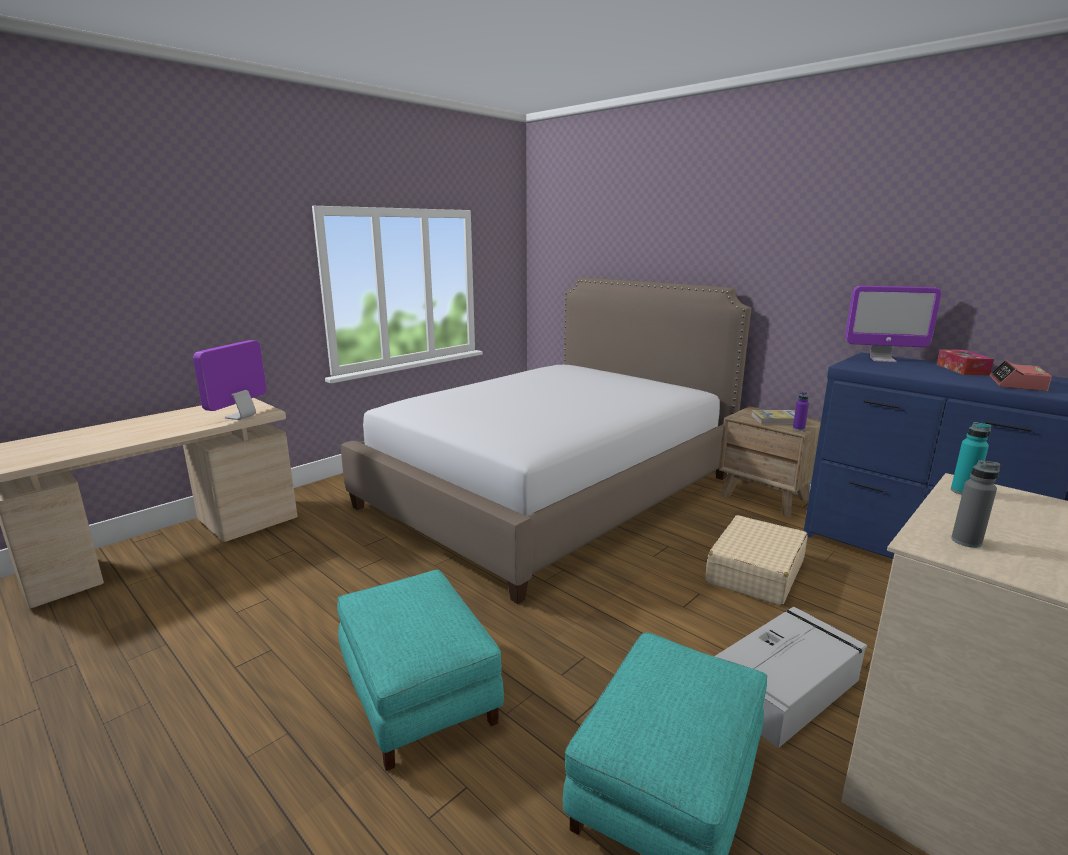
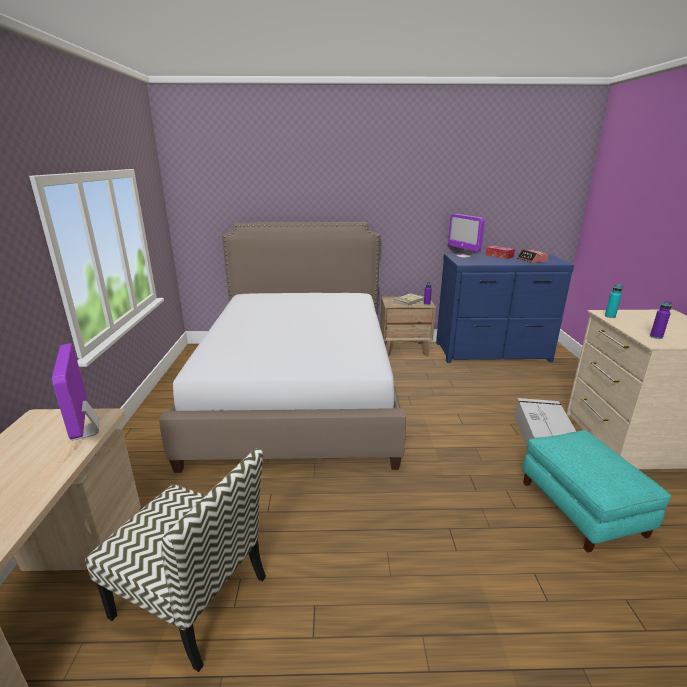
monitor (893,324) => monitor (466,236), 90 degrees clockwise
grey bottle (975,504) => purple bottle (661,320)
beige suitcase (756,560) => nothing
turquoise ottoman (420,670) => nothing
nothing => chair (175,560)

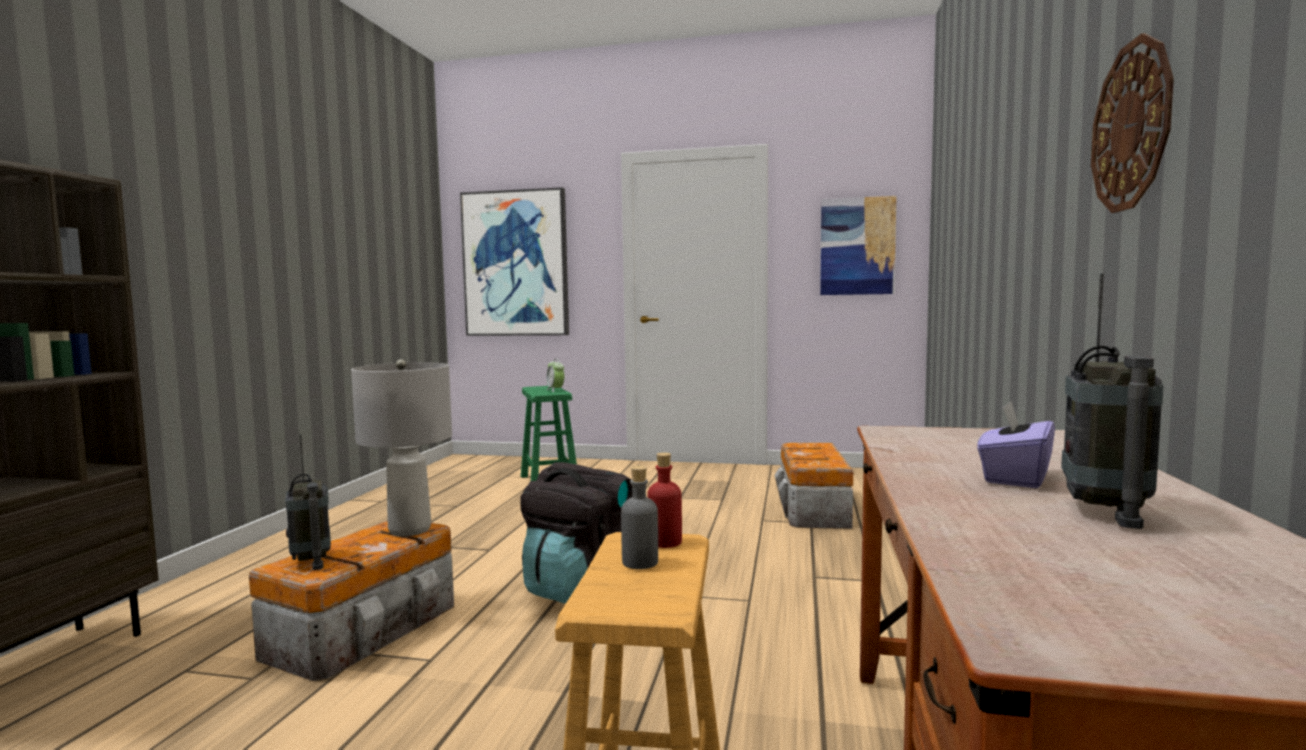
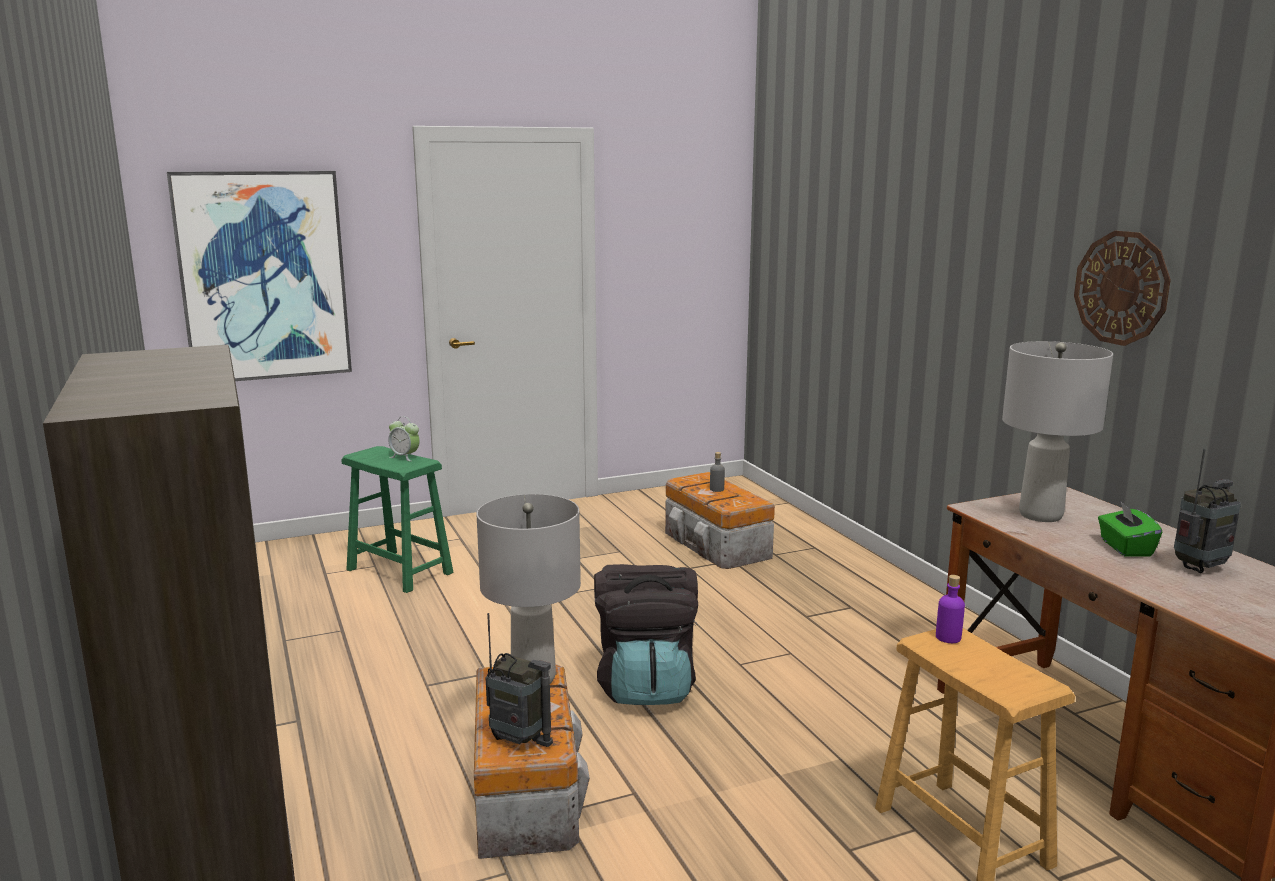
picture (858,245) => nothing
radio (1112,401) => radio (1207,511), 105 degrees counterclockwise
purple tissue box (1016,444) => green tissue box (1130,529)
red bottle (664,500) => purple bottle (950,609)
grey bottle (639,517) => grey bottle (717,472), moved
nothing => grey table lamp (1057,431)

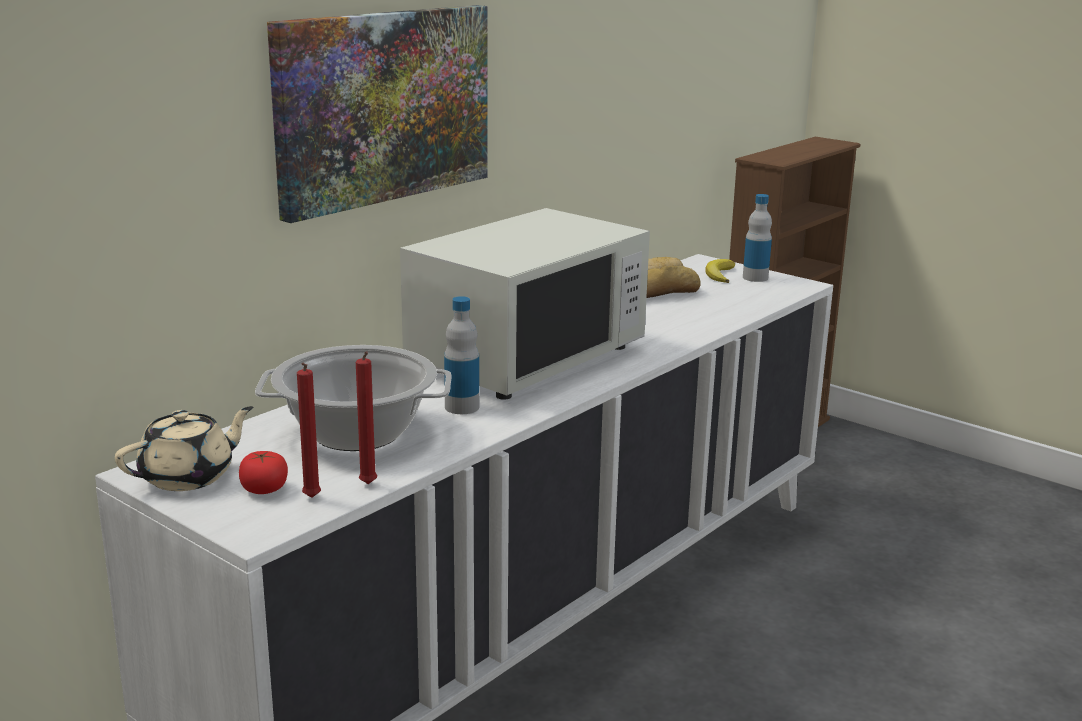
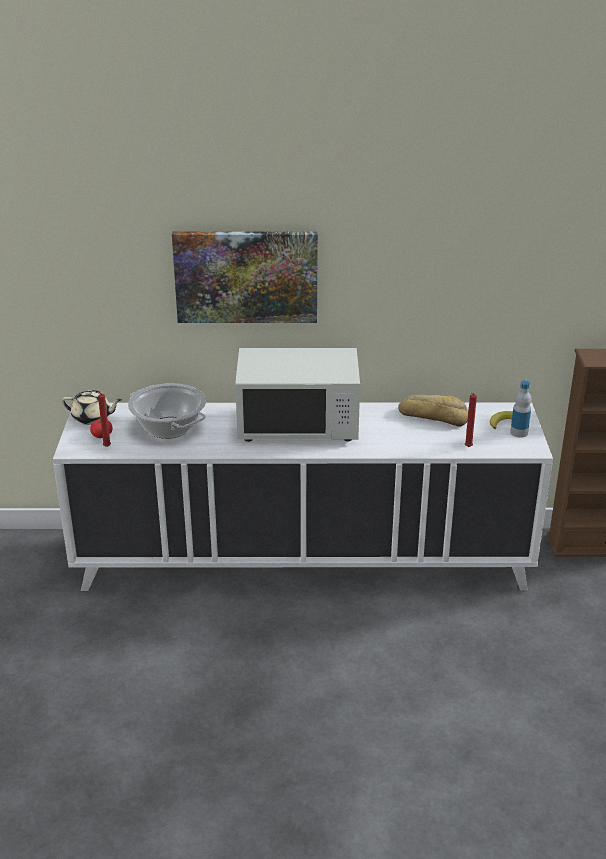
bottle (461,355) => nothing
red candle (366,417) => red candle (471,420), moved

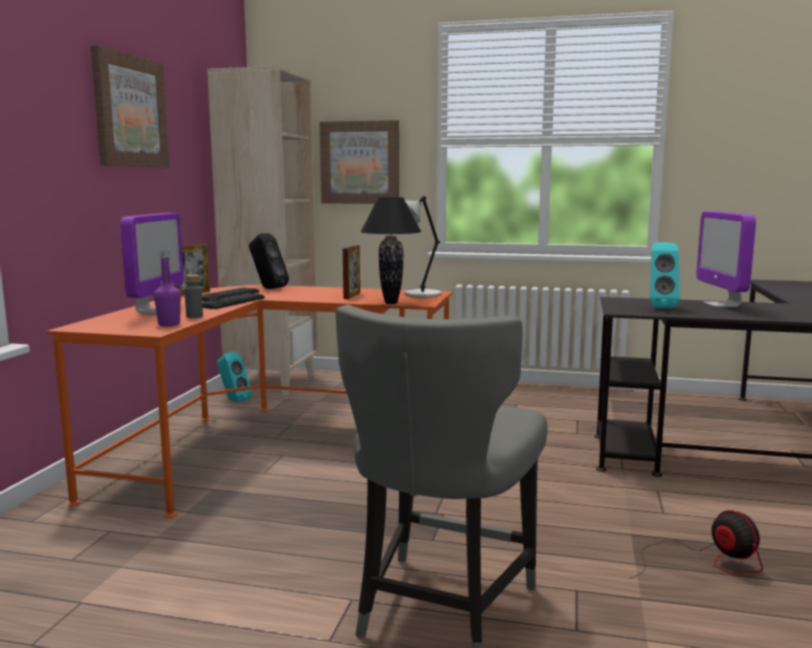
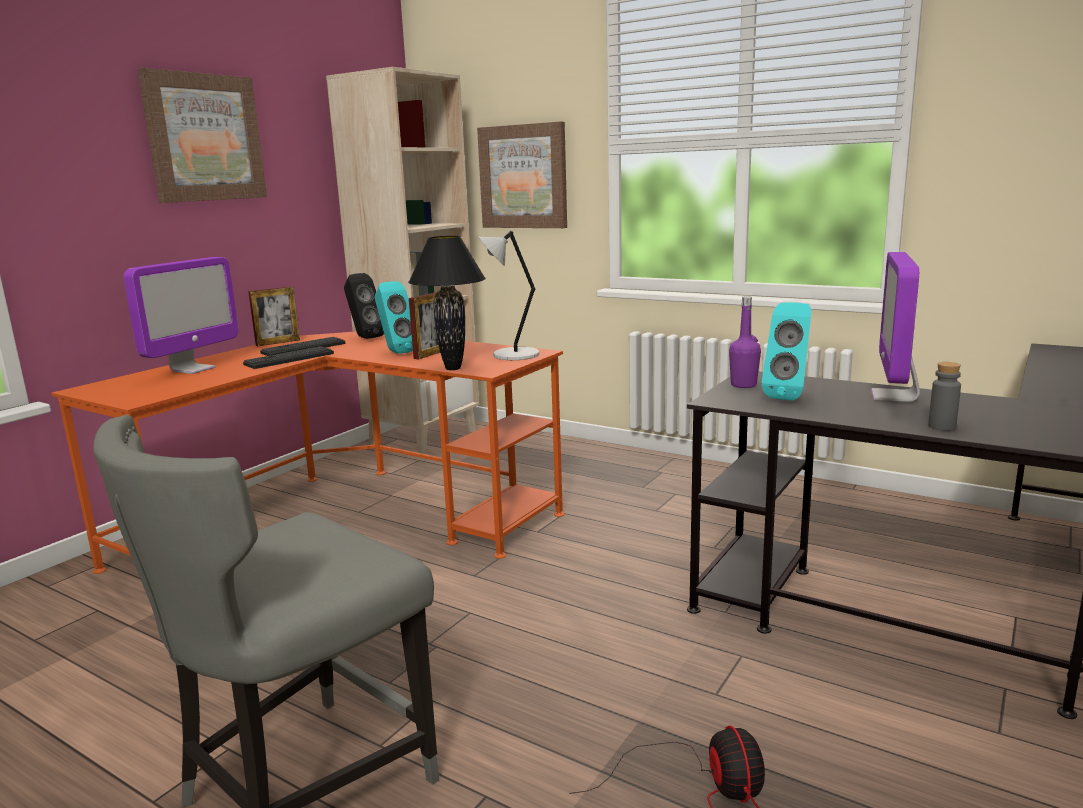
purple bottle (167,288) => purple bottle (745,342), moved
grey bottle (194,296) => grey bottle (944,396), moved
turquoise speaker (234,377) => turquoise speaker (394,317), moved

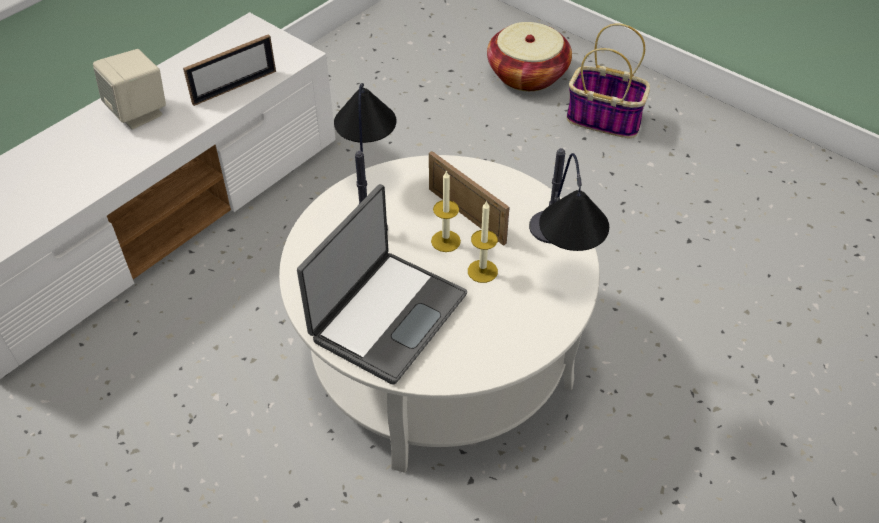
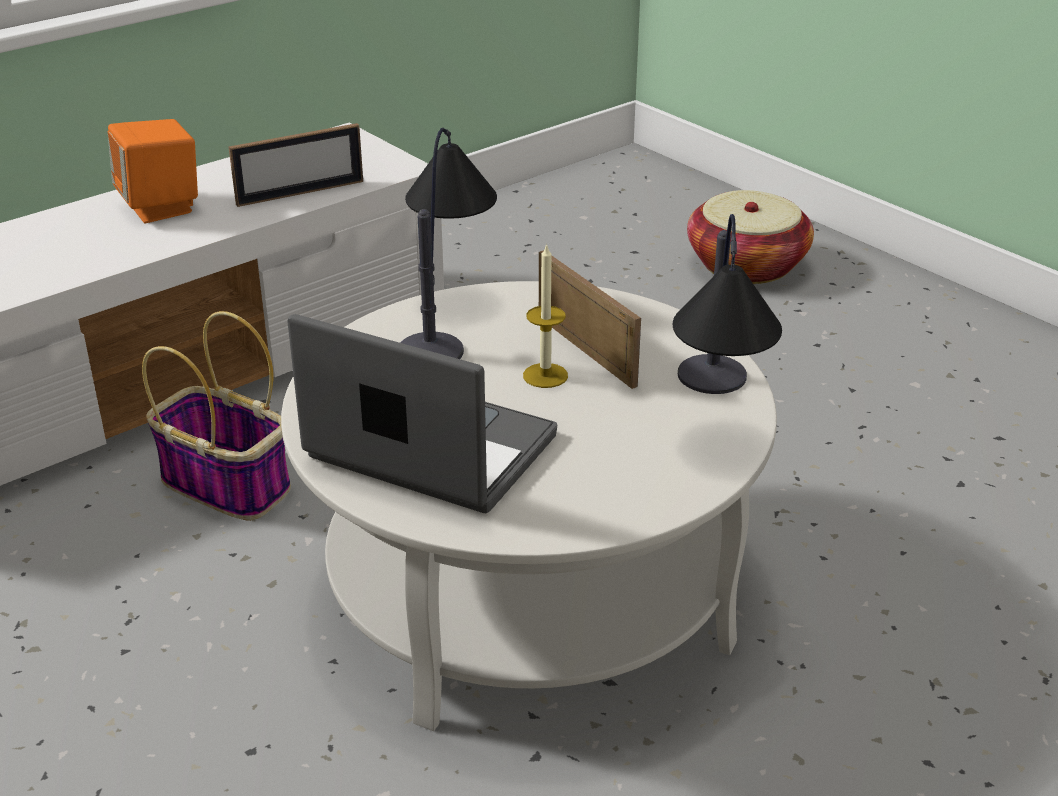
basket (608,80) => basket (216,416), moved
beige speaker (129,89) => orange speaker (153,171)
laptop (382,284) => laptop (422,413), 105 degrees counterclockwise
candle (483,241) => nothing

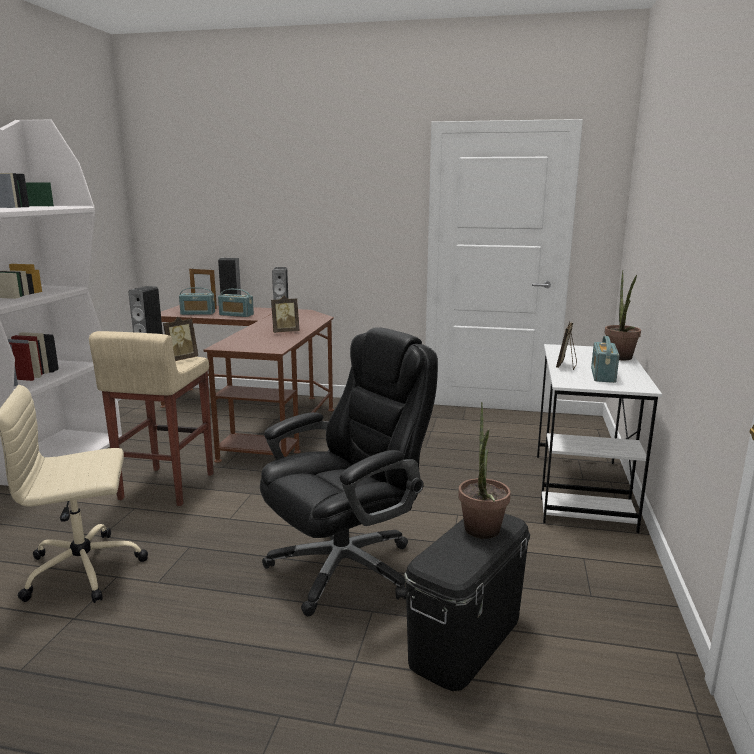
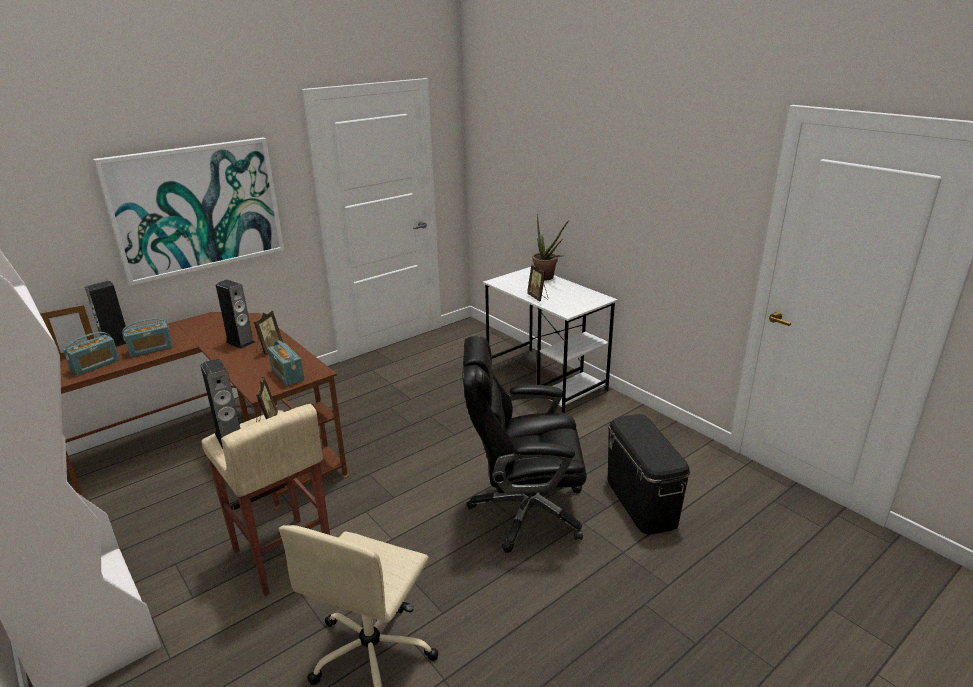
black office chair (349,471) => black office chair (525,444), 90 degrees counterclockwise
radio (605,359) => radio (286,363), moved
potted plant (484,470) => nothing
nothing => picture (188,211)

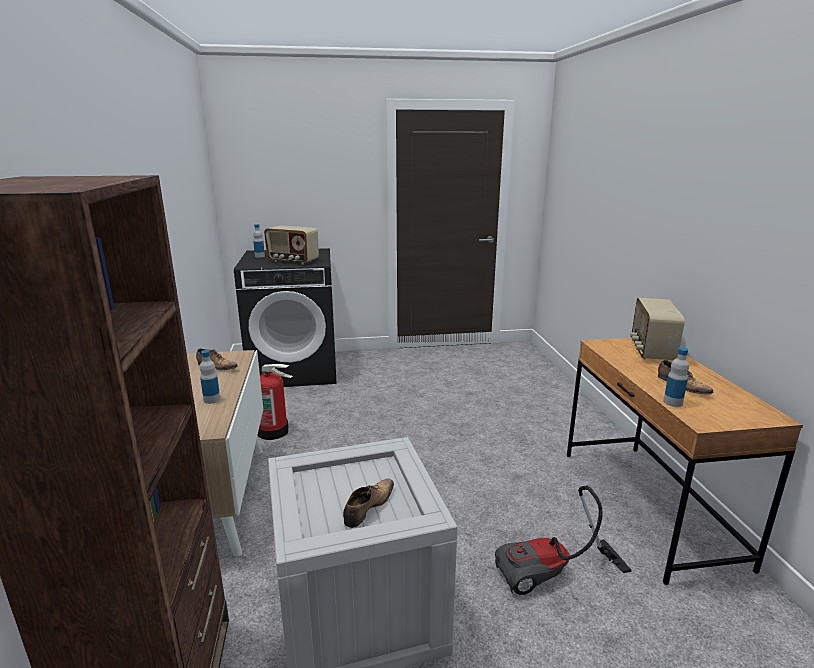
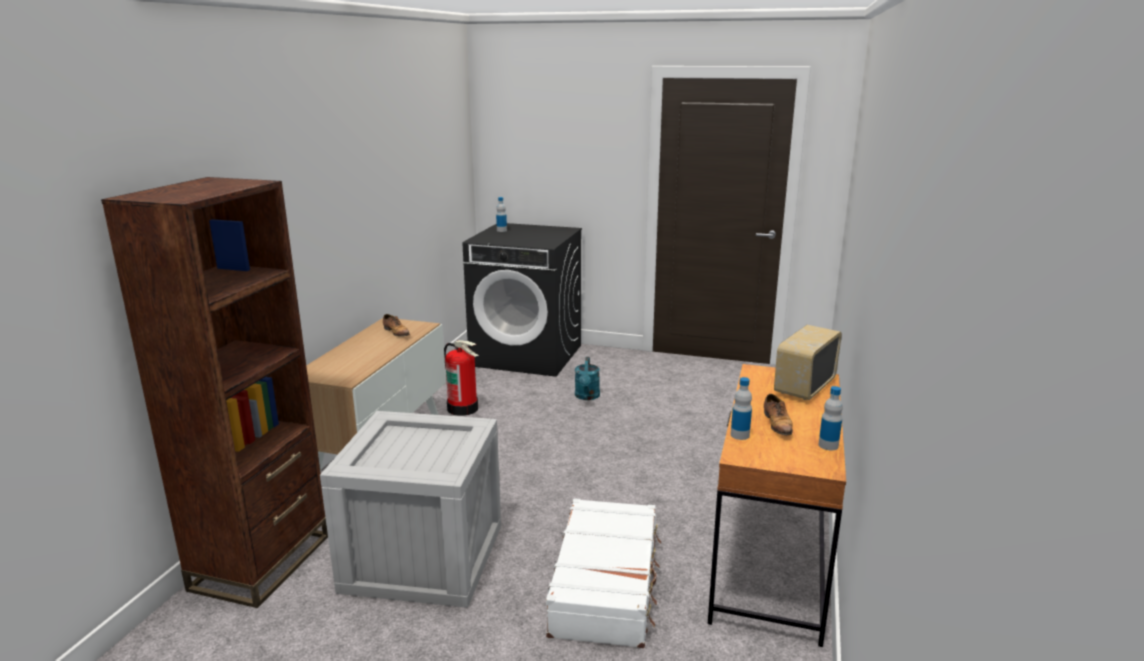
radio (291,244) => nothing
bottle (210,377) => bottle (831,418), moved
shoe (368,503) => nothing
vacuum cleaner (563,540) => white suitcase (603,573)
nothing => turquoise watering can (587,378)

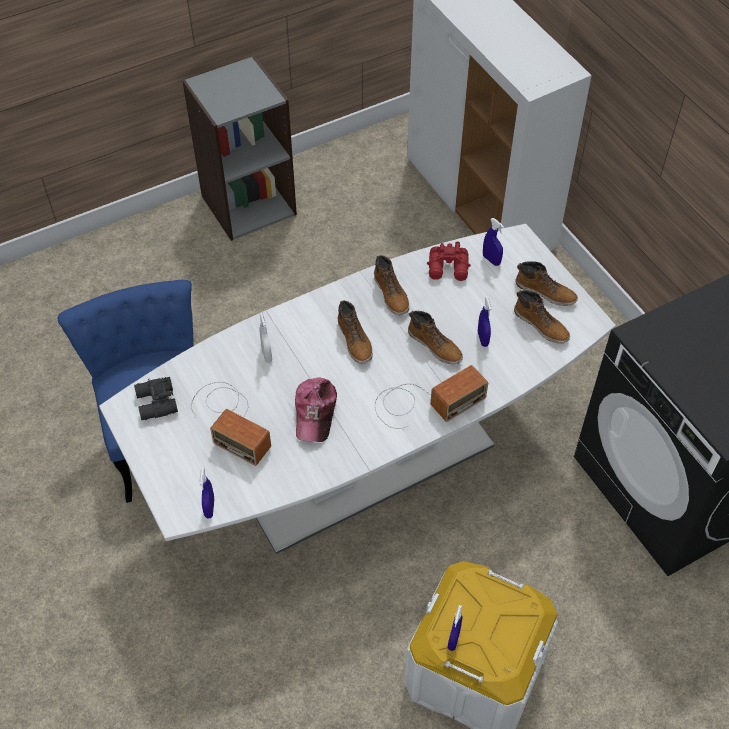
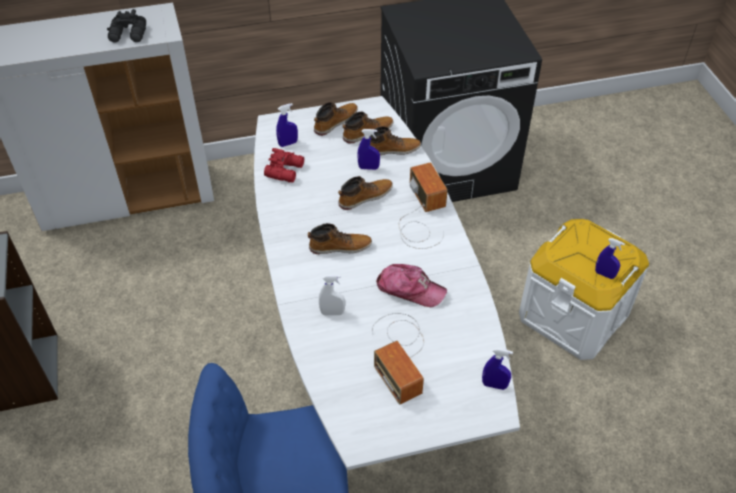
boot (391,285) => boot (392,140), moved
black binoculars (156,398) => black binoculars (126,26), moved
radio (231,424) => radio (398,359), 105 degrees clockwise

